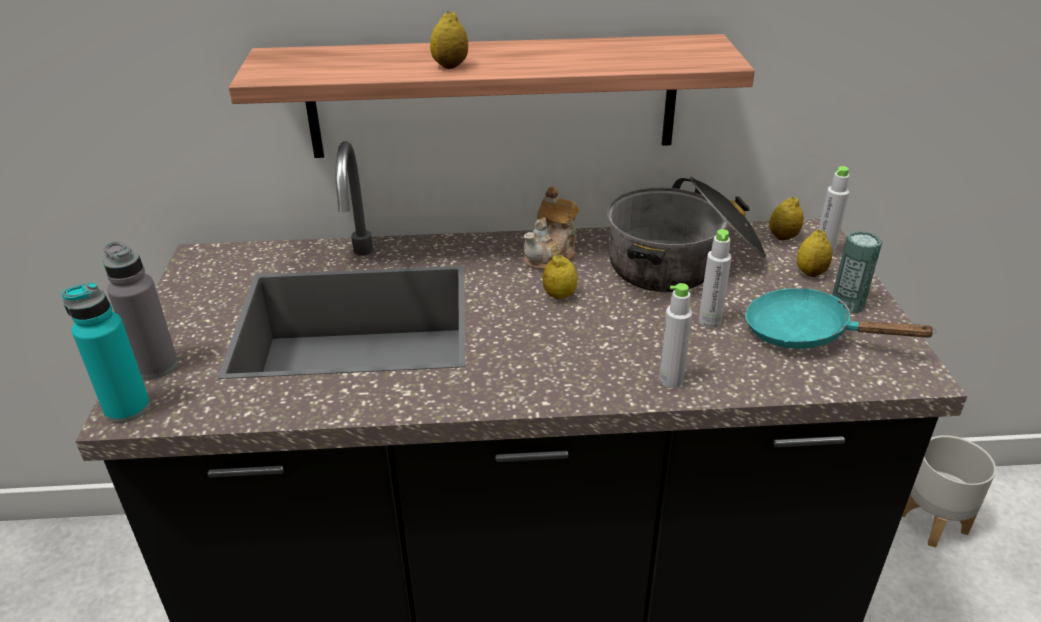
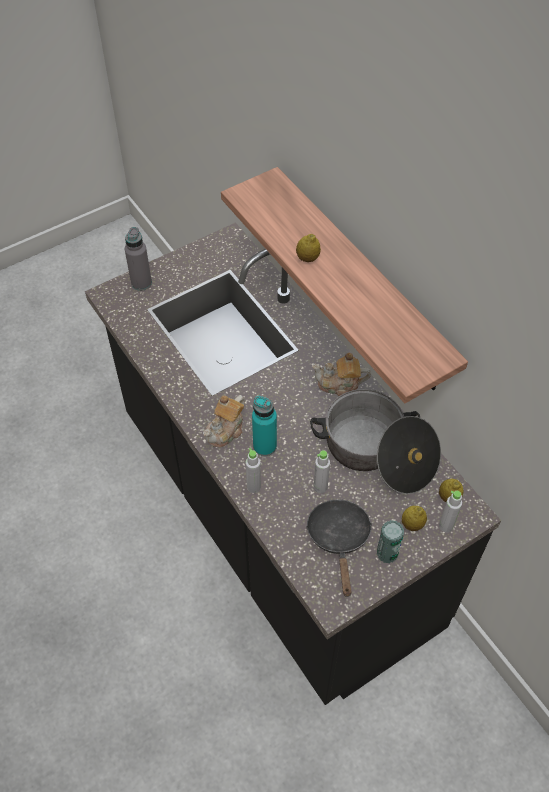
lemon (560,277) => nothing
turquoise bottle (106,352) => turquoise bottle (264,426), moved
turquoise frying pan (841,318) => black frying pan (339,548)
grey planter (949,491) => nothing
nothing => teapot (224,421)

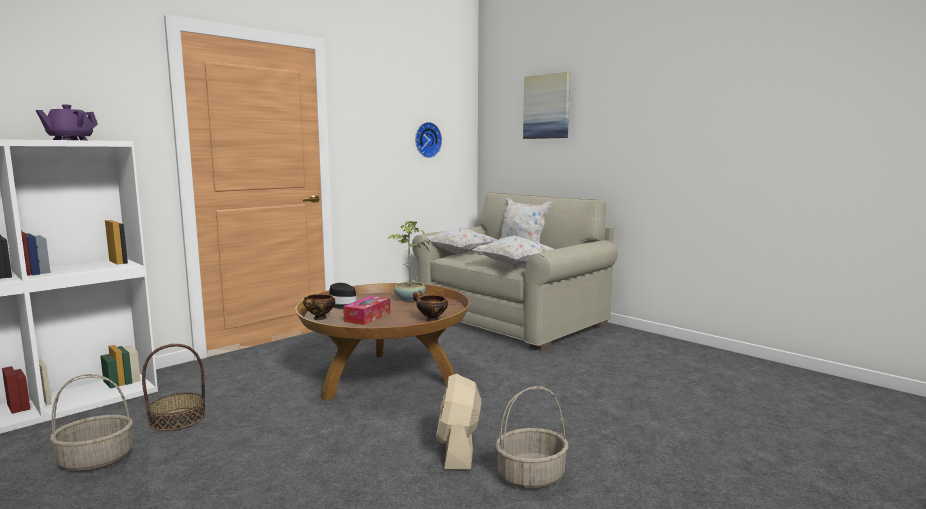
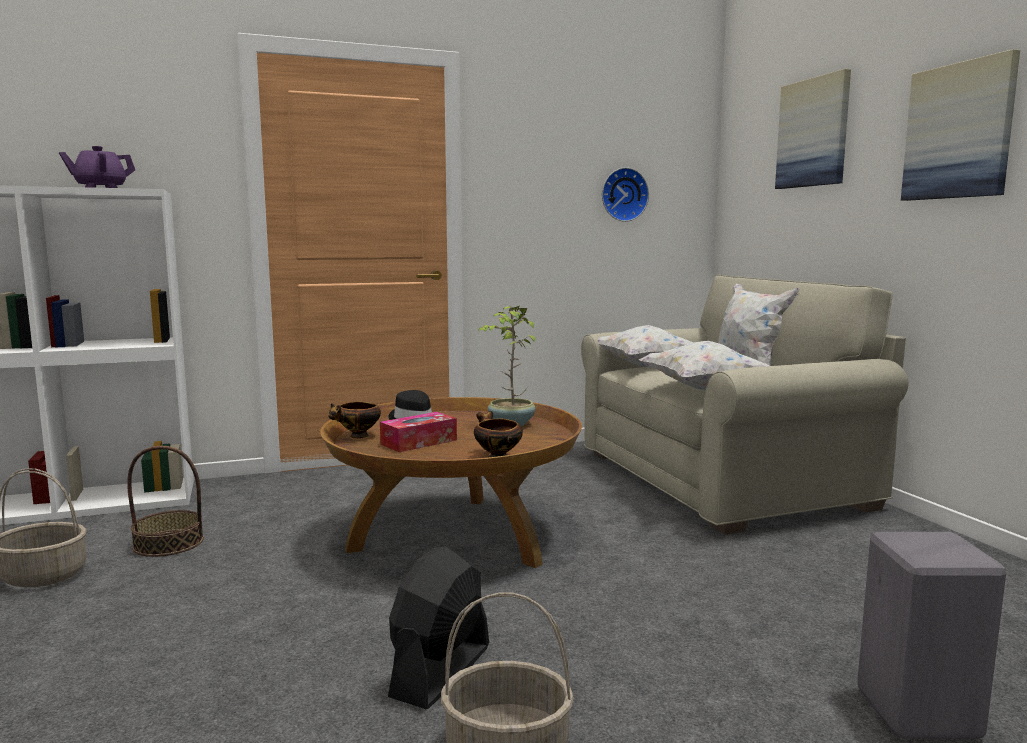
beige fan (458,422) => black fan (438,627)
nothing => picture (960,125)
nothing => grey stool (931,635)

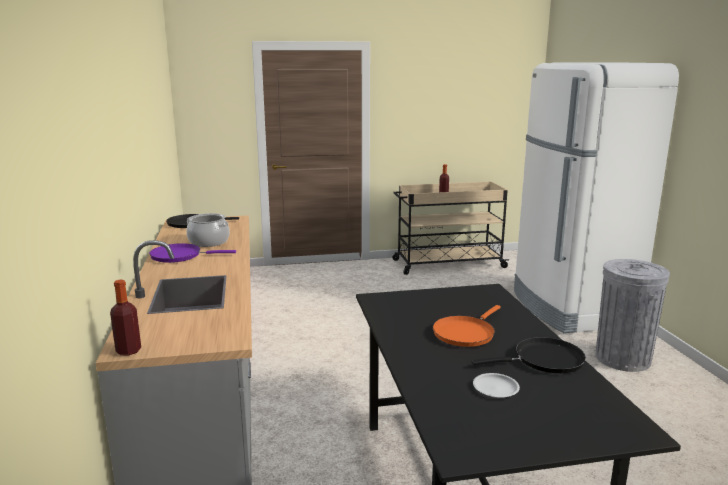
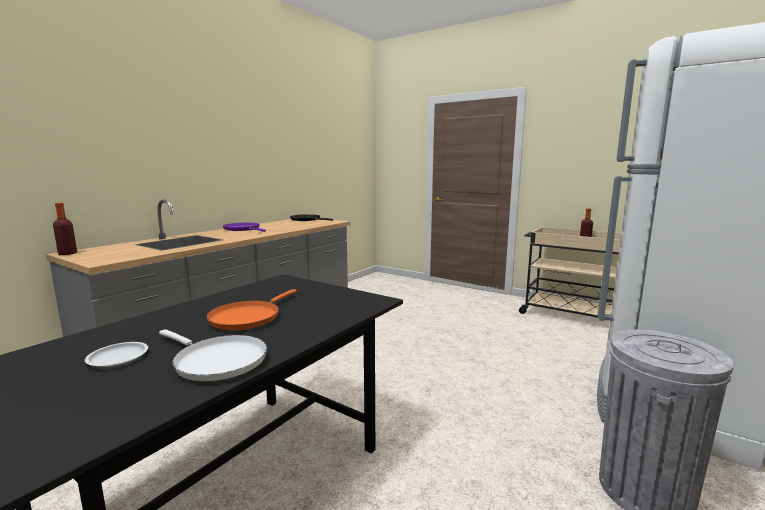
cooking pot (208,230) => nothing
orange frying pan (467,326) => orange frying pan (251,309), 60 degrees counterclockwise
black frying pan (528,355) => white frying pan (213,355)

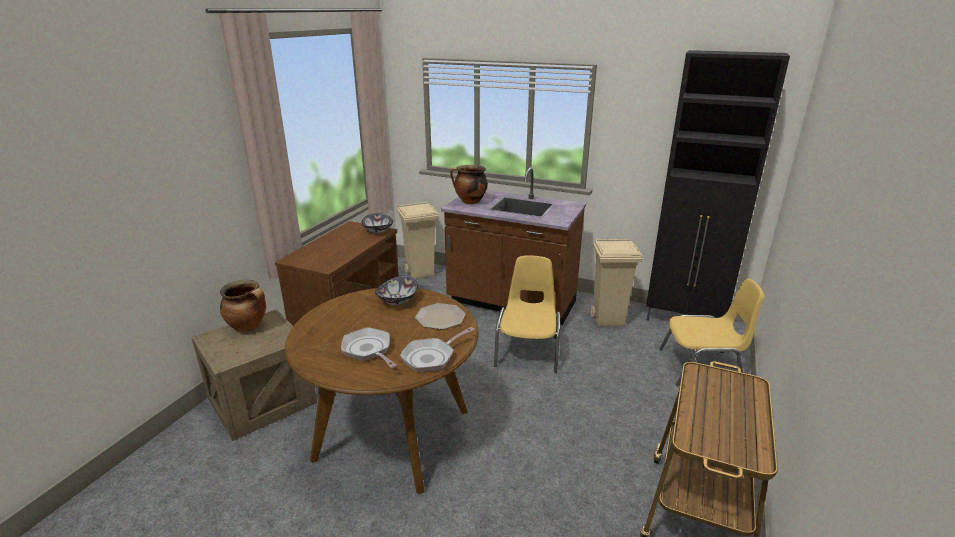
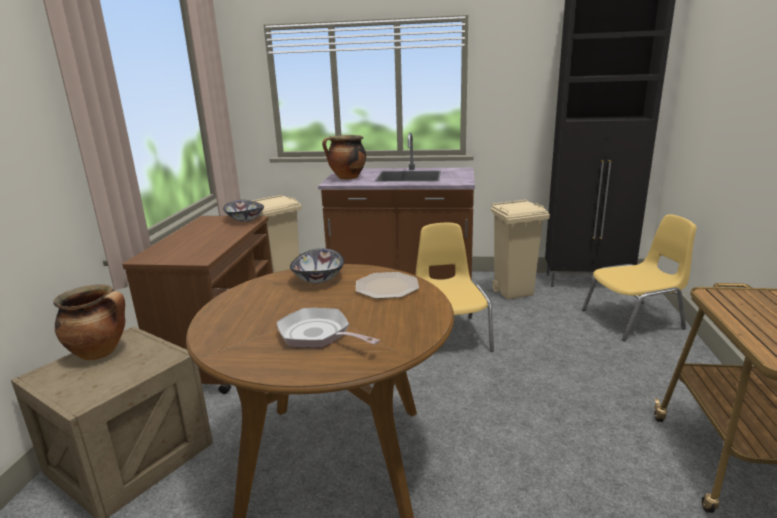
frying pan (437,349) => nothing

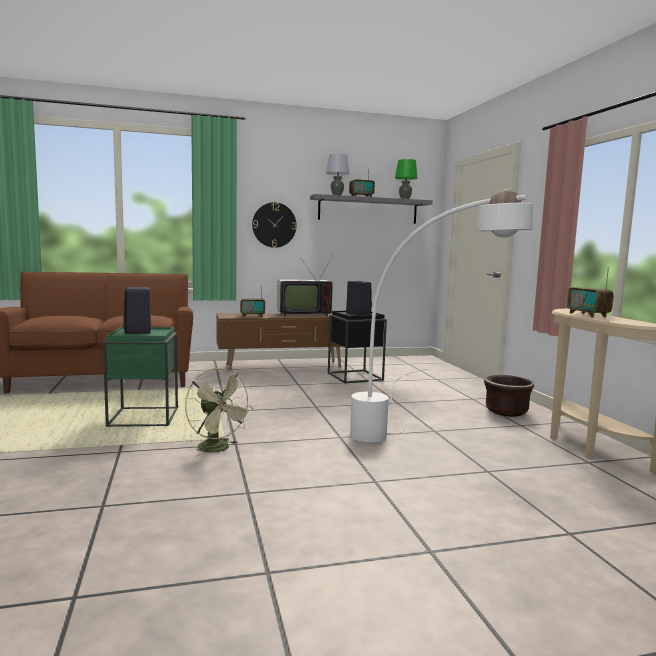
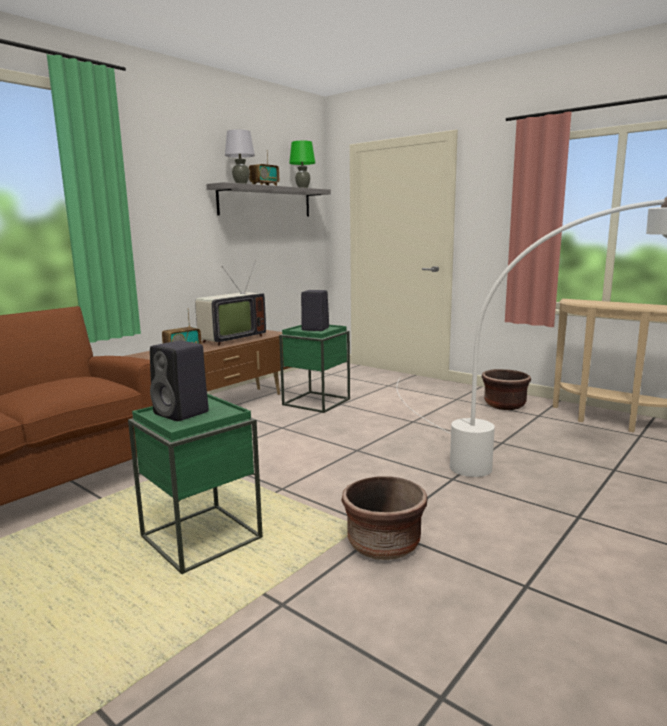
wall clock (274,225) => nothing
radio (590,292) => nothing
black side table (357,347) => green side table (314,369)
green fan (219,412) => brown planter (384,518)

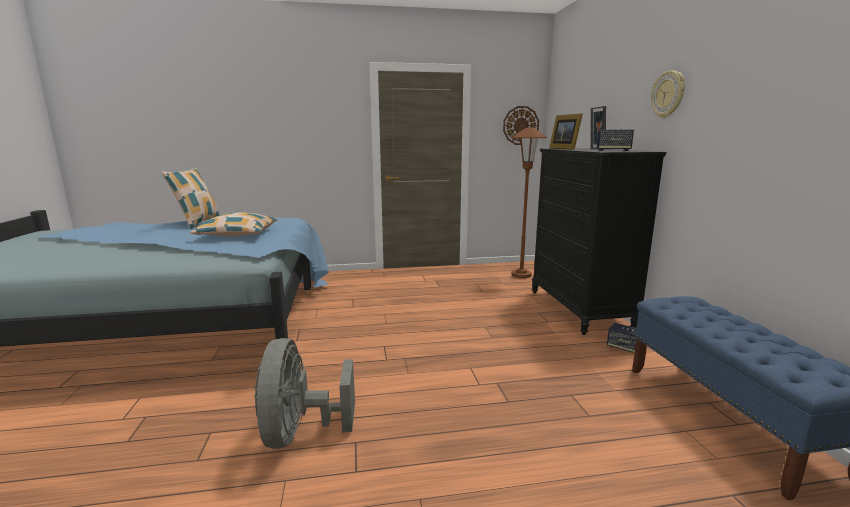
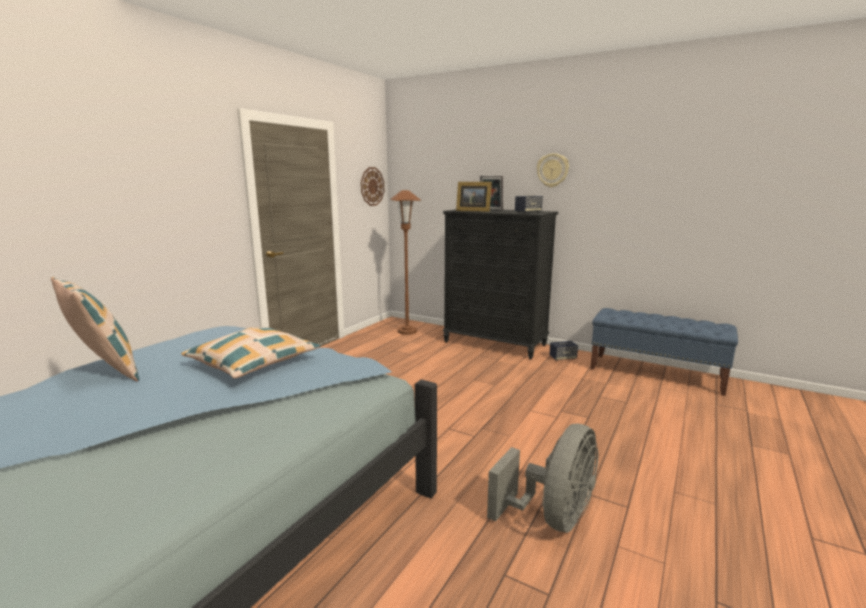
grey fan (304,393) => grey fan (542,478), 90 degrees counterclockwise

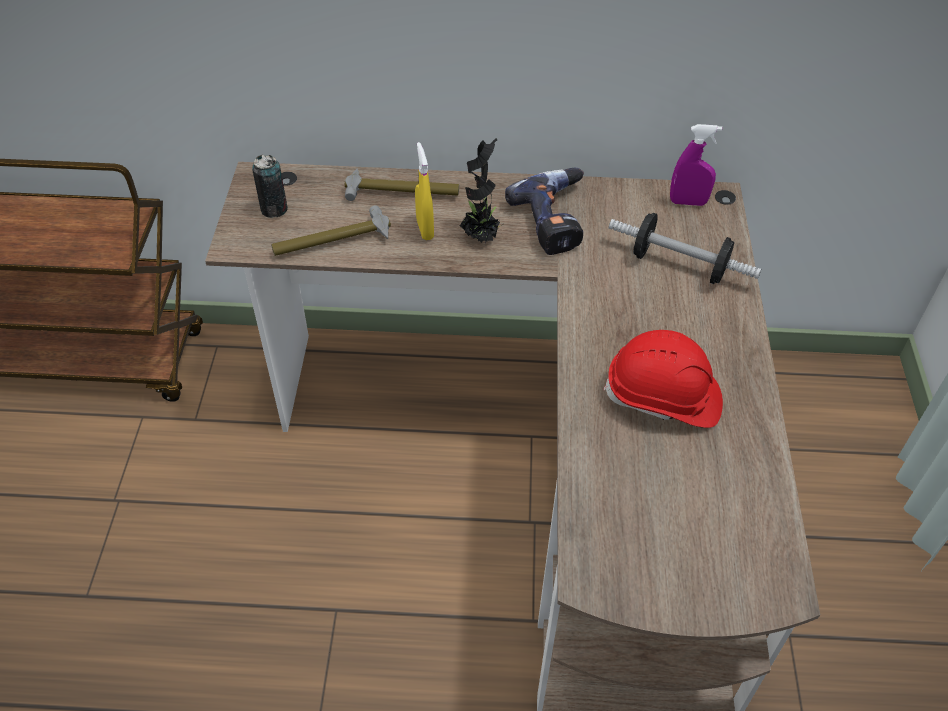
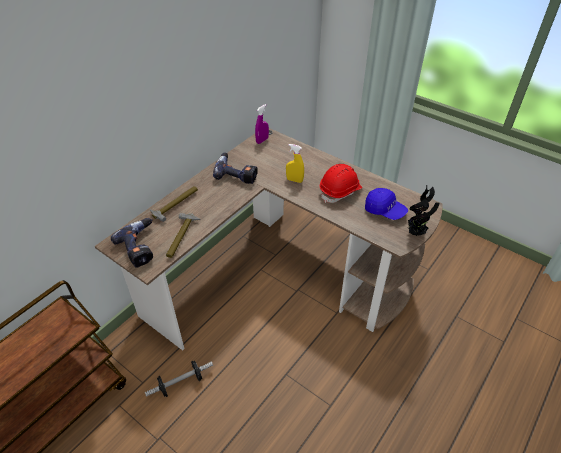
potted plant (482,191) => potted plant (423,210), moved
yellow spray bottle (424,191) => yellow spray bottle (295,163), moved
can (270,186) => power drill (132,243)
dumbbell (685,248) => dumbbell (179,379), moved
nothing => blue cap (386,204)

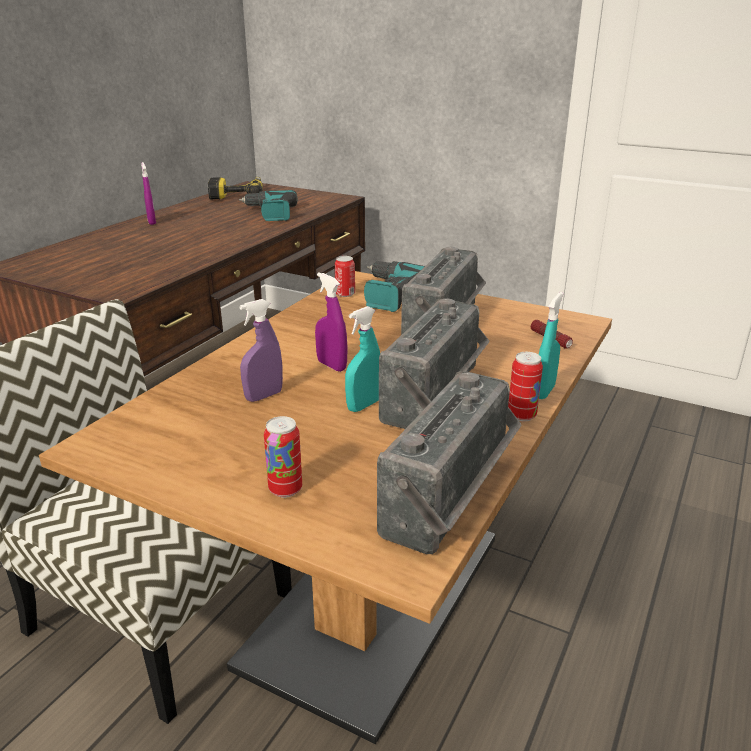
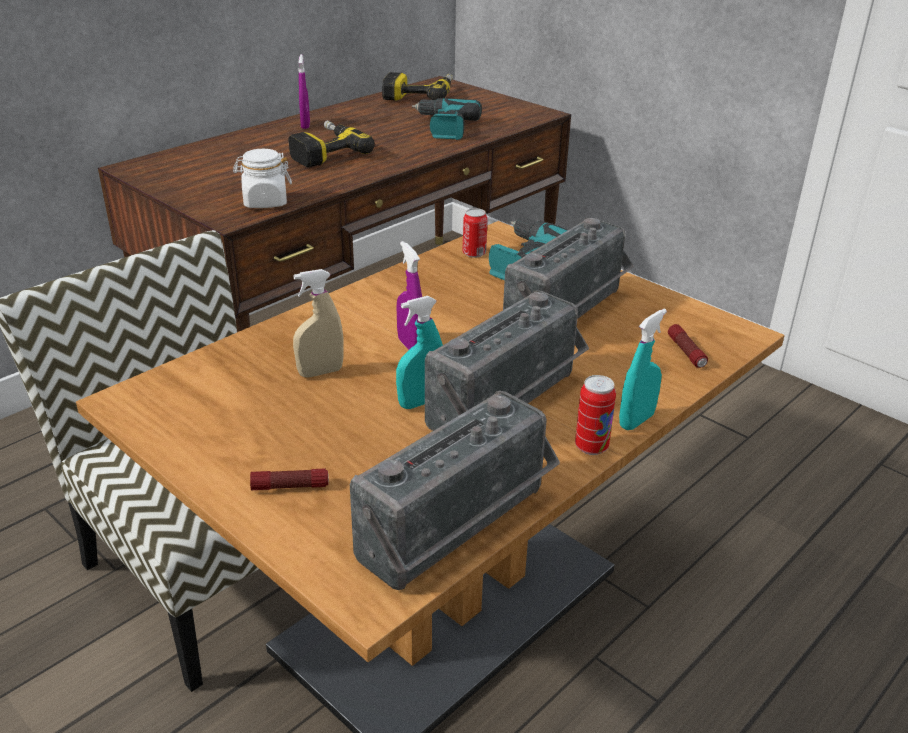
purple spray bottle (261,350) => beige spray bottle (318,323)
can (283,457) => flashlight (289,479)
nothing => power drill (331,143)
nothing => white jar (262,178)

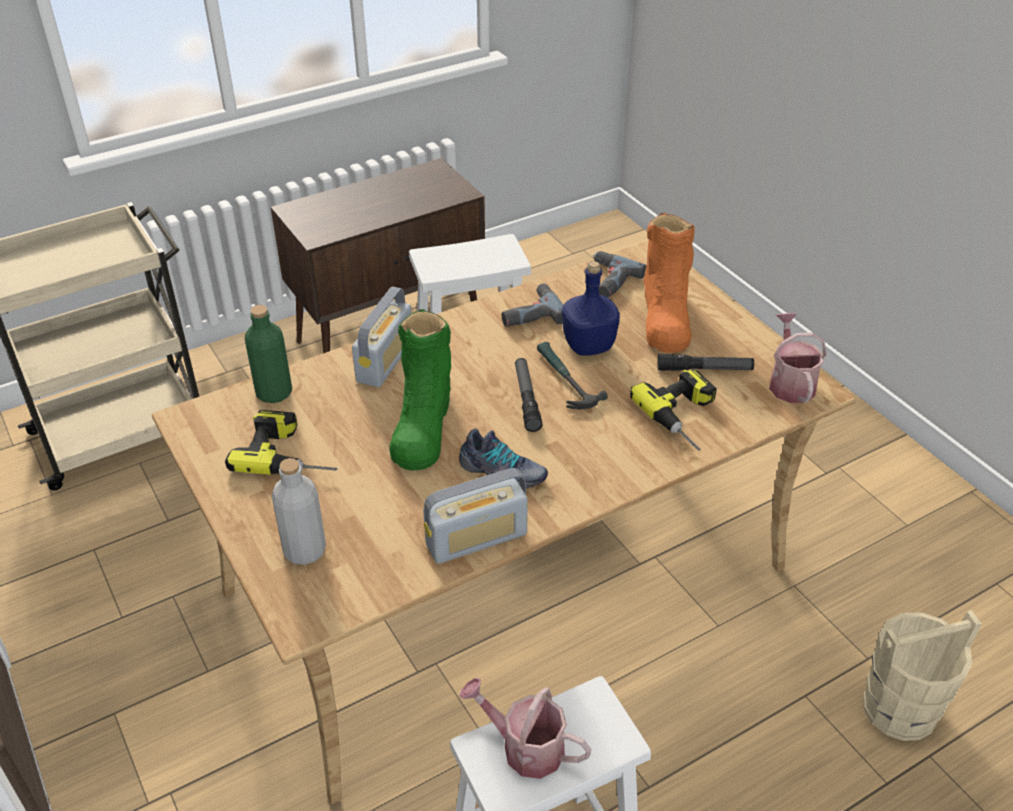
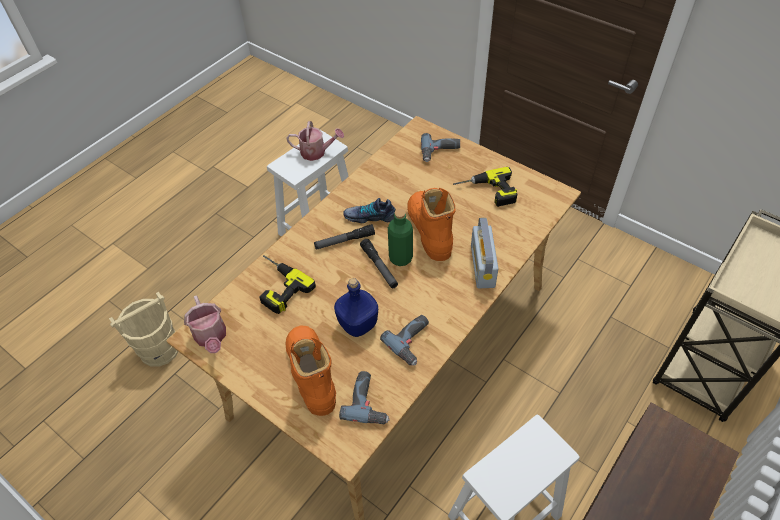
green bottle (268,354) => green bottle (400,237), moved
green boot (420,390) => orange boot (431,224)
hammer (572,375) => nothing
flashlight (705,362) => flashlight (344,237), moved
grey bottle (299,511) => power drill (440,147)
radio (475,516) => nothing

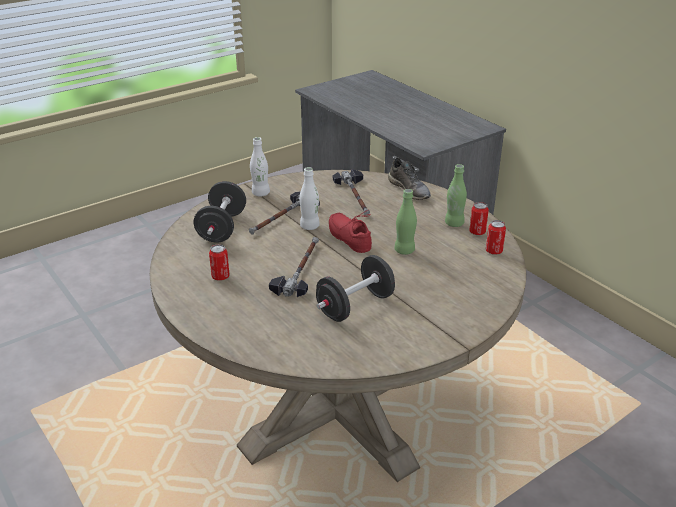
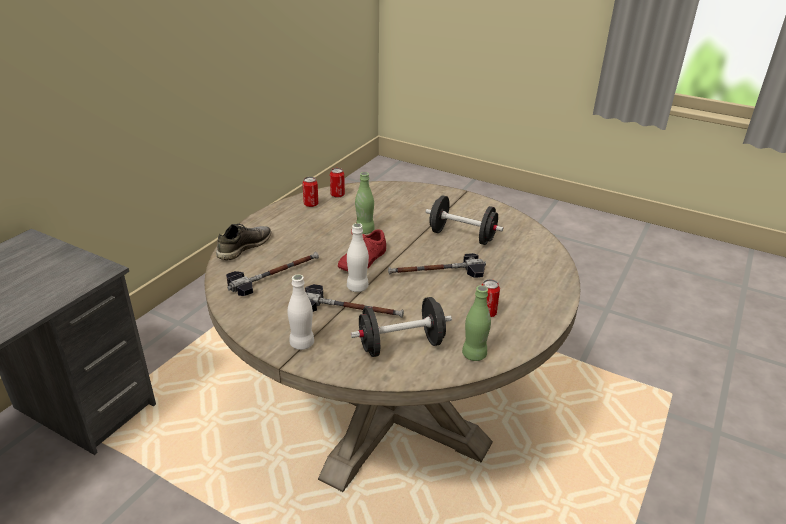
green bottle (456,195) => green bottle (476,323), moved

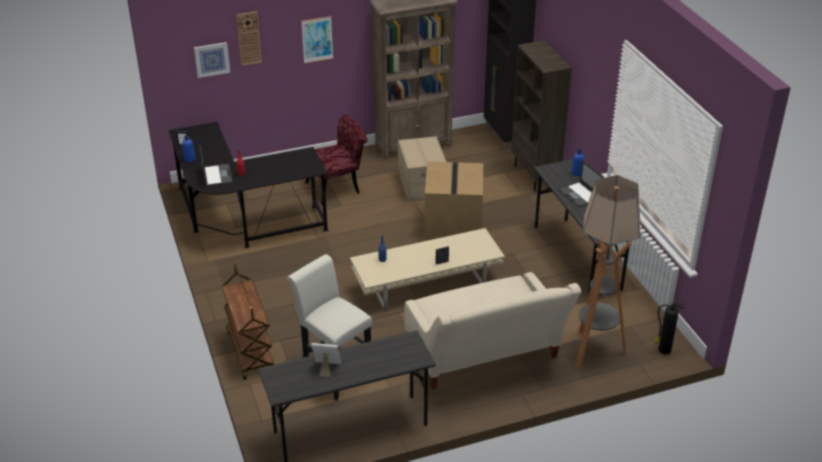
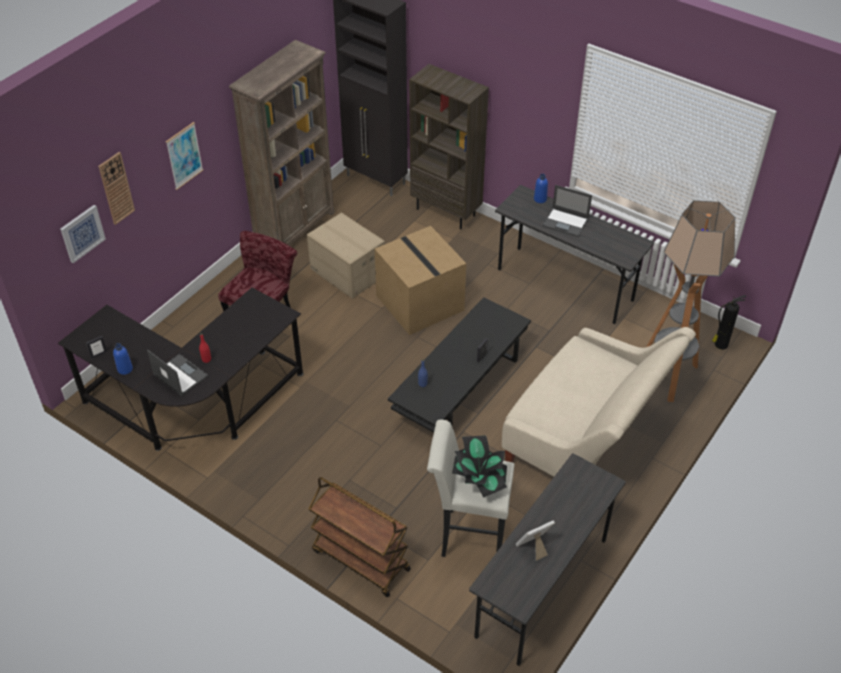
beige coffee table (427,270) => black coffee table (459,365)
nothing => potted plant (479,466)

